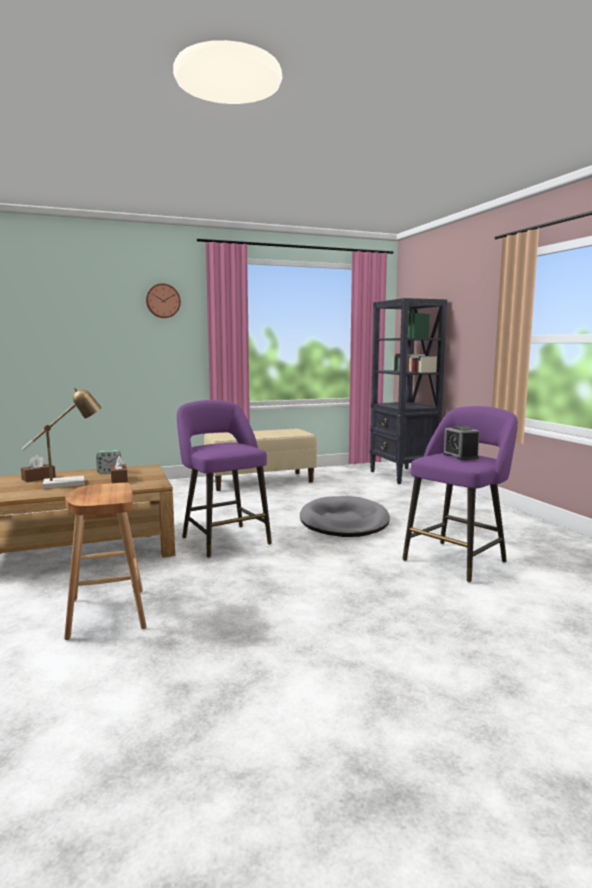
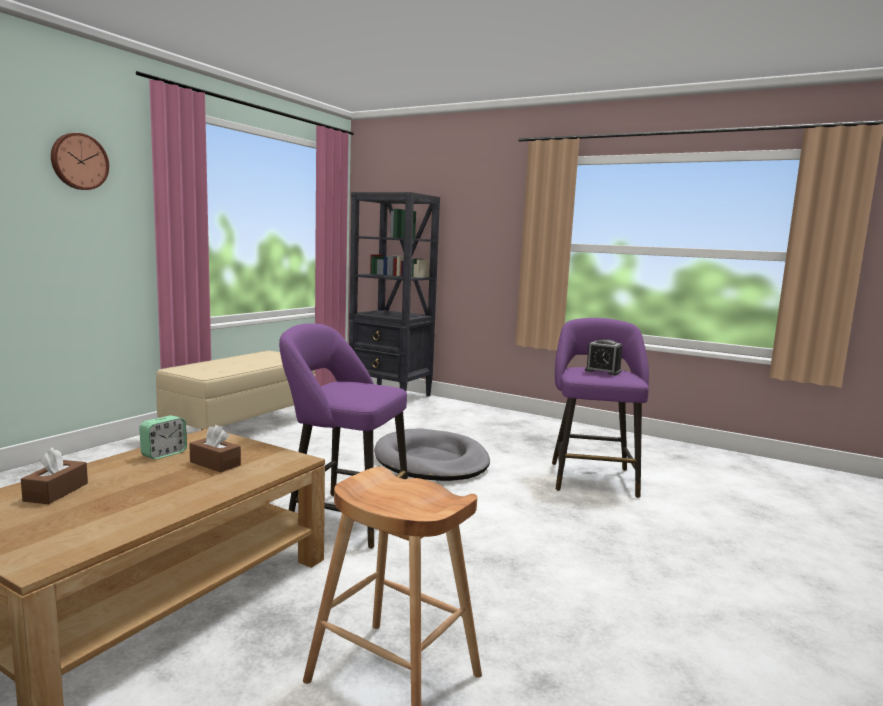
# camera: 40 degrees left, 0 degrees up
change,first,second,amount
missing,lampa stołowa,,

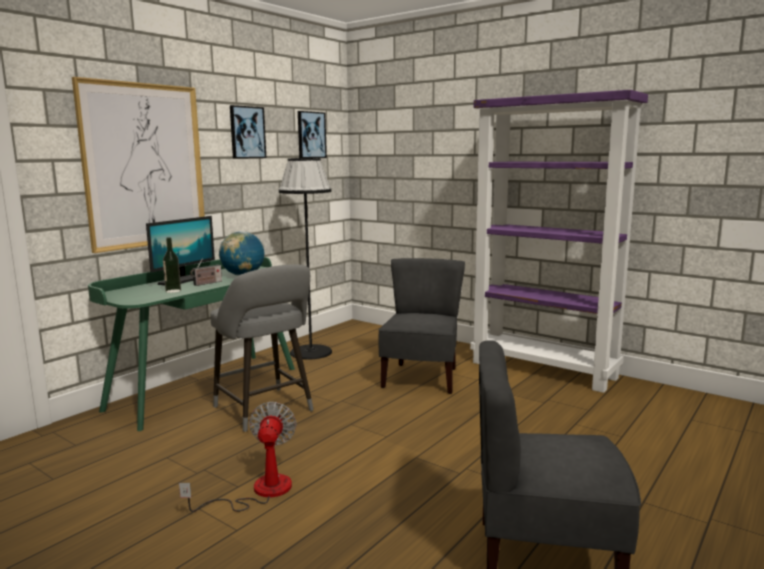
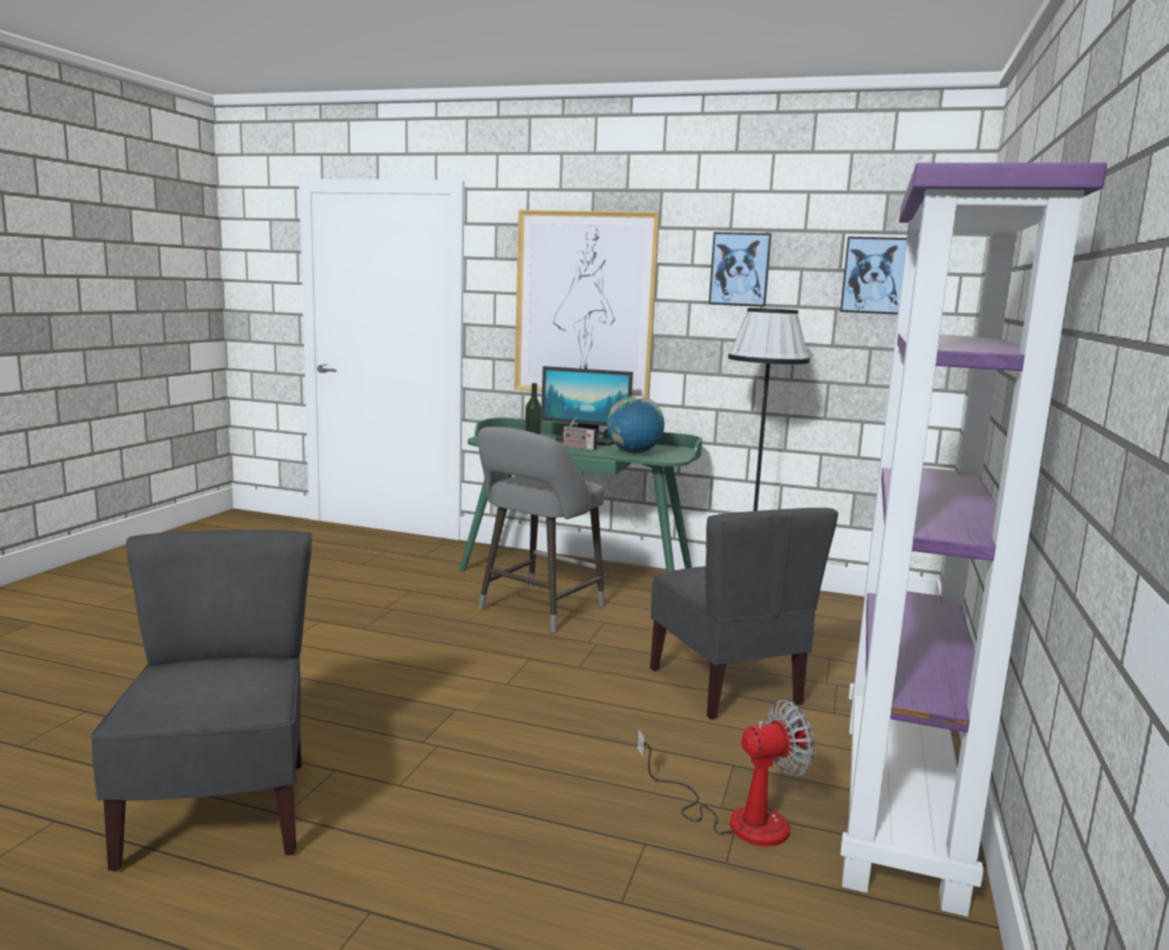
# camera: 70 degrees right, 0 degrees up
change,first,second,amount
relocated,wentylator,,
spun,krzesło [szary] (no. 1 from left in the first image),krzesło [szary] (no. 2 from left),75 degrees clockwise

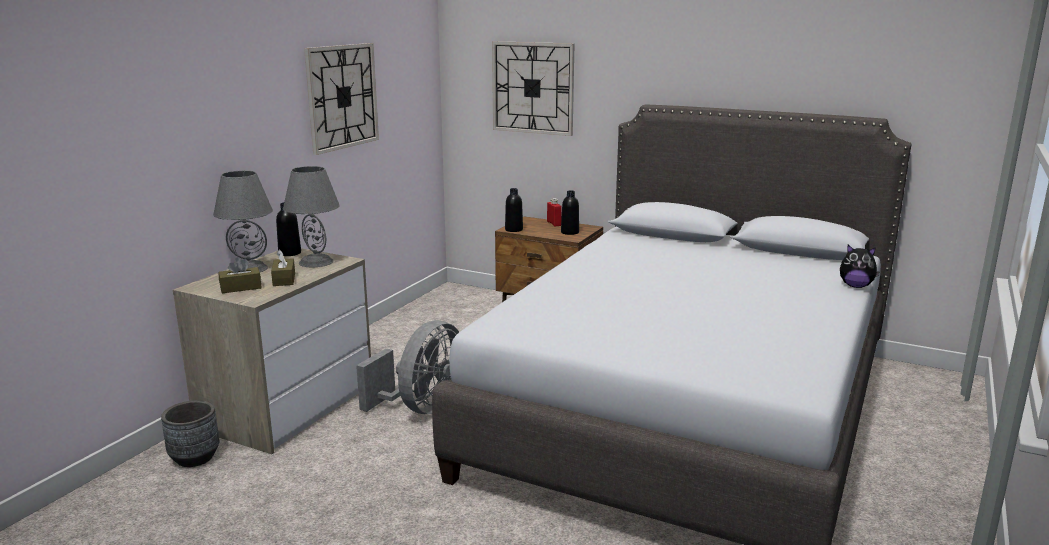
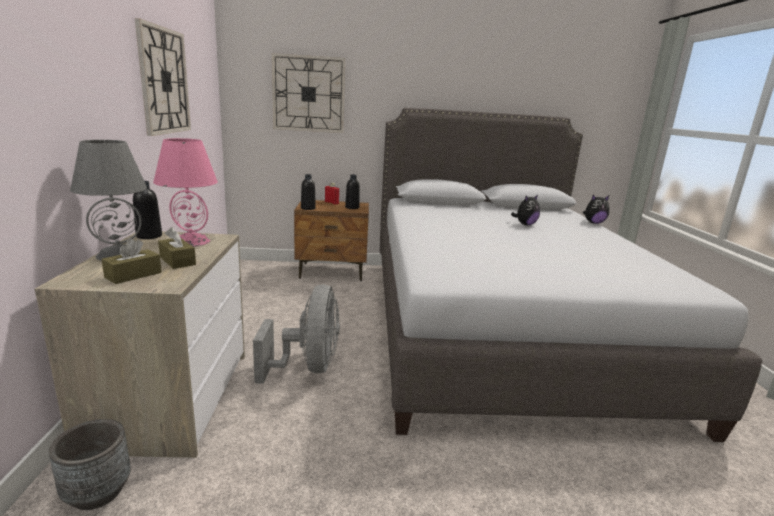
# camera: 30 degrees left, 0 degrees up
change,first,second,amount
colour,lampa stołowa [szary] (no. 2 from left),lampa stołowa [różowy],
appeared,,pluszak (no. 1 from left),

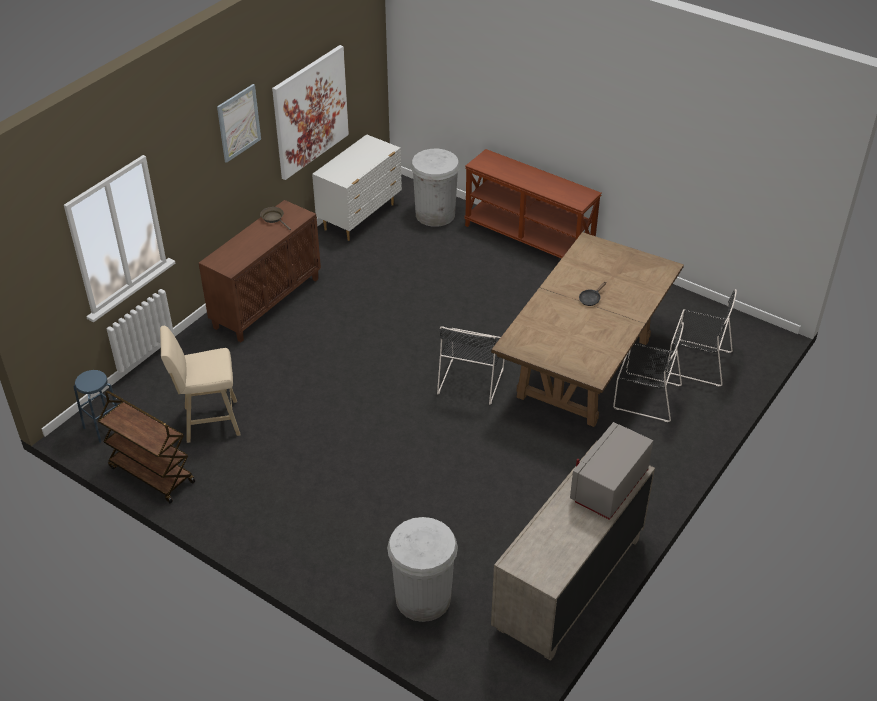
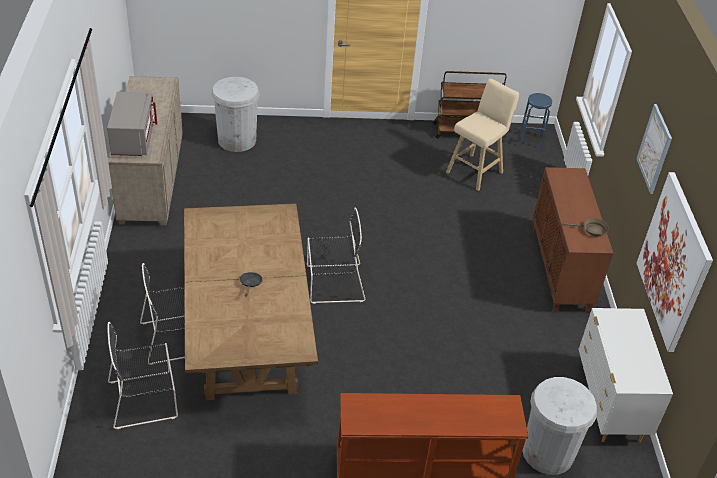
# camera: 140 degrees right, 0 degrees up
change,first,second,amount
spun,krzesło [czarny] (no. 1 from left in the first image),krzesło [czarny] (no. 3 from left),105 degrees clockwise

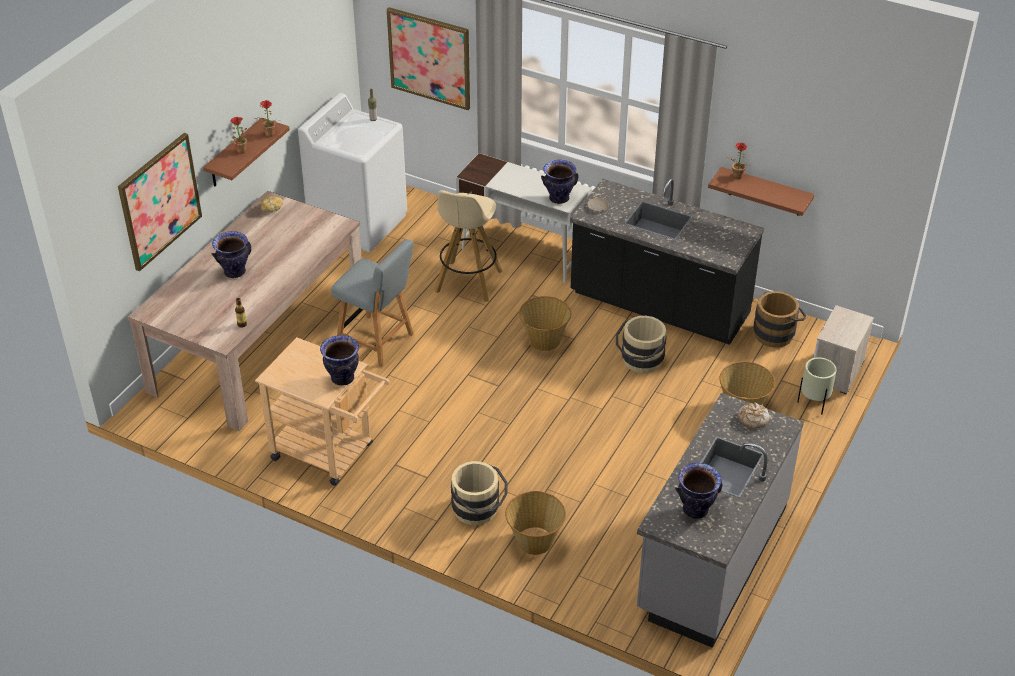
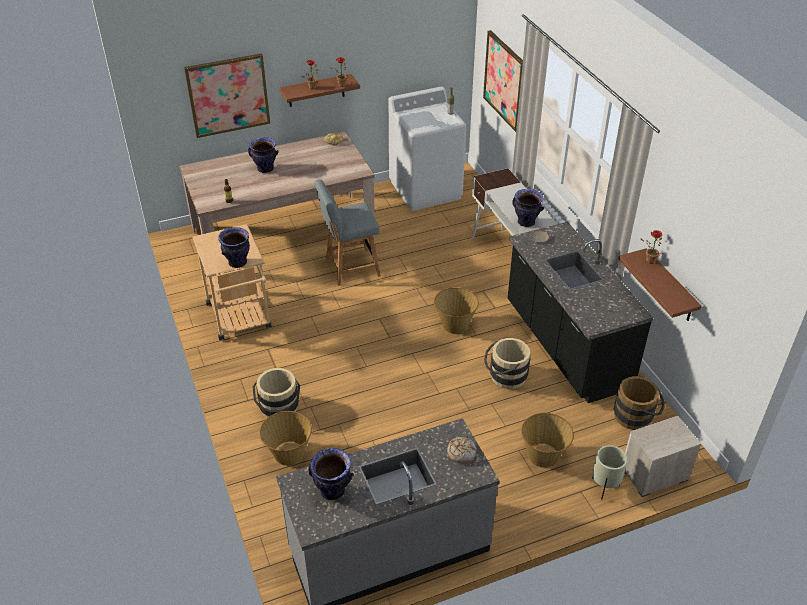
# camera: 40 degrees right, 0 degrees up
change,first,second,amount
spun,krzesło [szary],,90 degrees clockwise
missing,stołek [beżowy],,

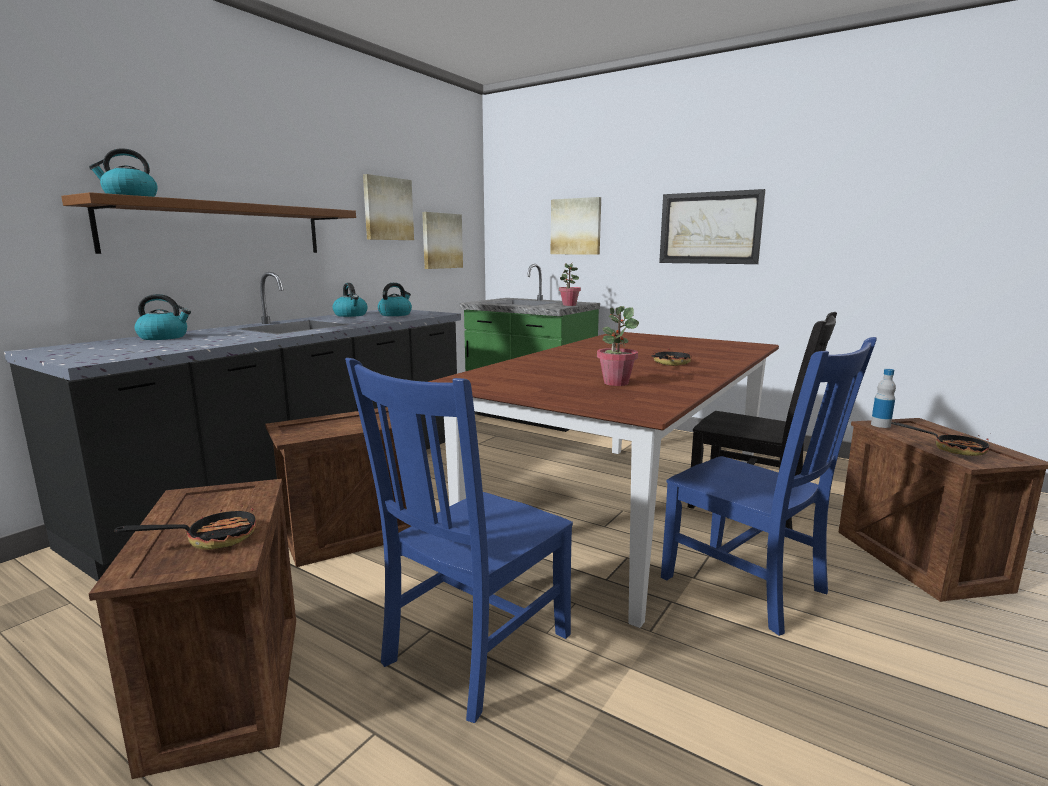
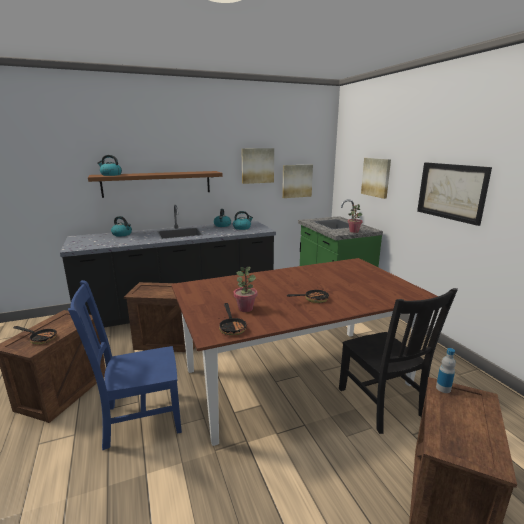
# camera: 35 degrees right, 5 degrees up
change,first,second,amount
missing,krzesło [niebieski] (no. 2 from left),,
relocated,patelnia (no. 3 from left in the first image),patelnia (no. 2 from left),

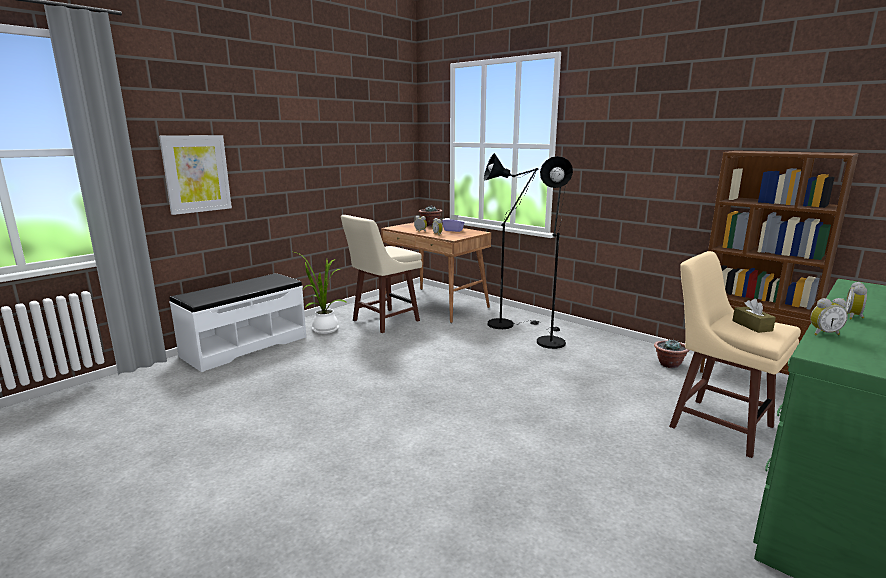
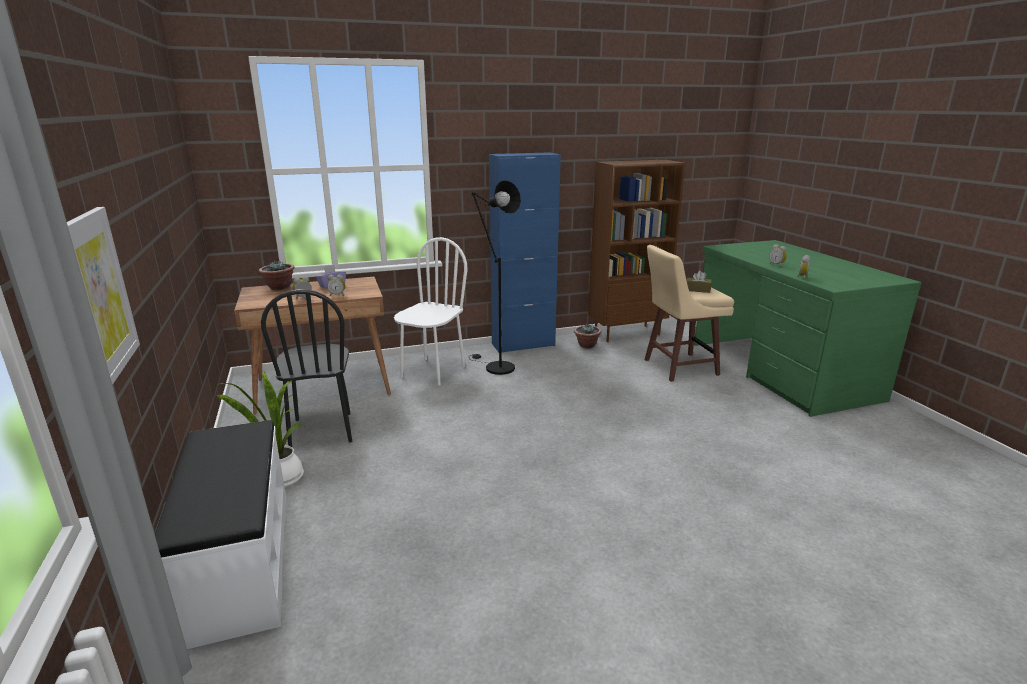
# camera: 60 degrees left, 5 degrees up
change,first,second,amount
exchanged,stołek [beżowy] (no. 1 from left),krzesło [czarny],
exchanged,lampa stojąca [czarny] (no. 1 from left),krzesło [biały],
appeared,,szafka [niebieski],

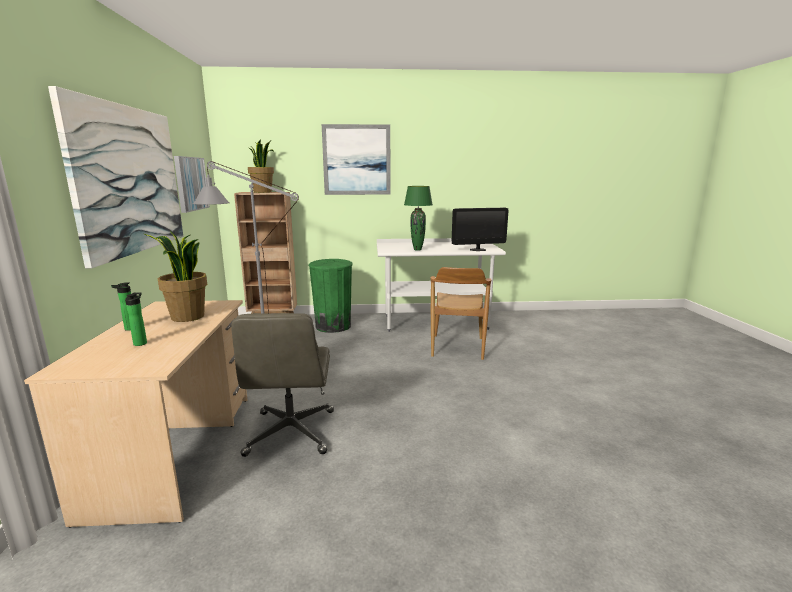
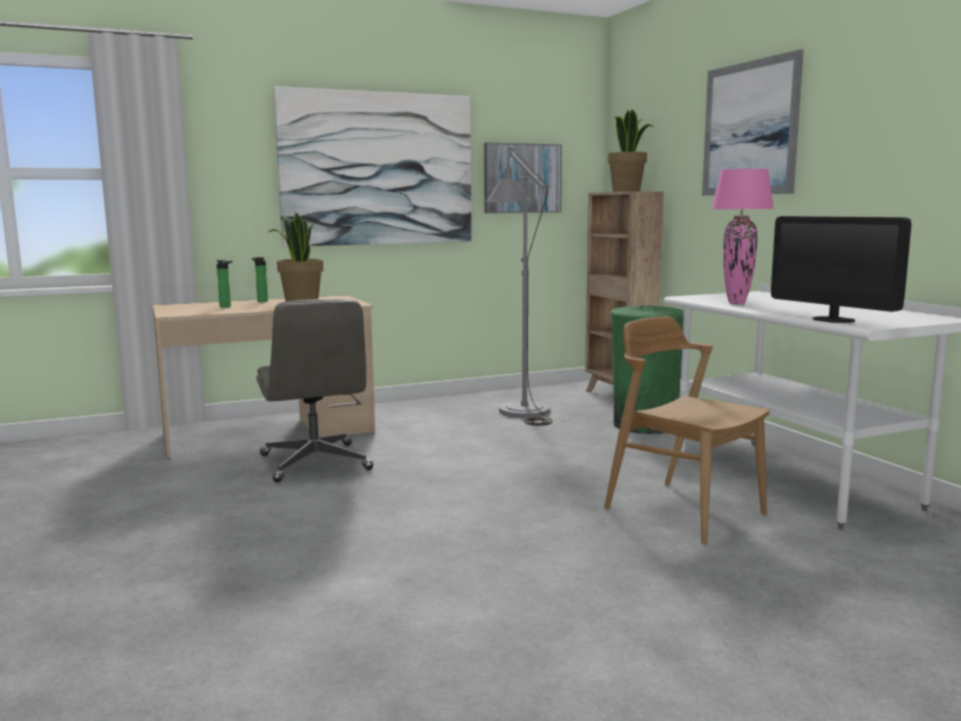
# camera: 70 degrees right, 5 degrees down
change,first,second,amount
spun,krzesło biurowe [szary],,90 degrees counterclockwise
colour,lampa stołowa [zielony],lampa stołowa [różowy],
spun,krzesło [brązowy],,60 degrees clockwise

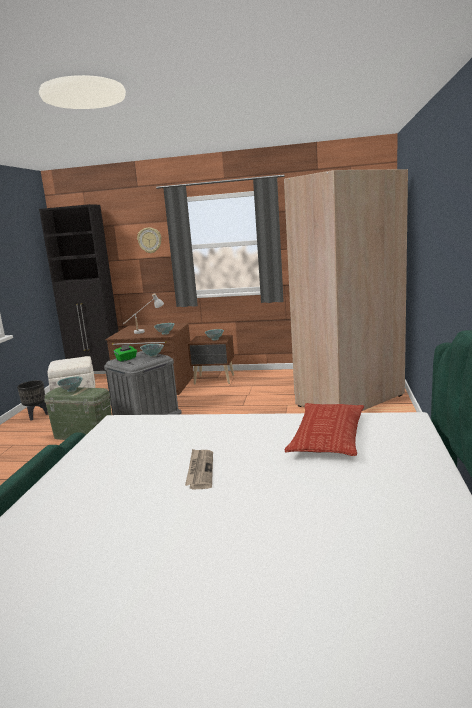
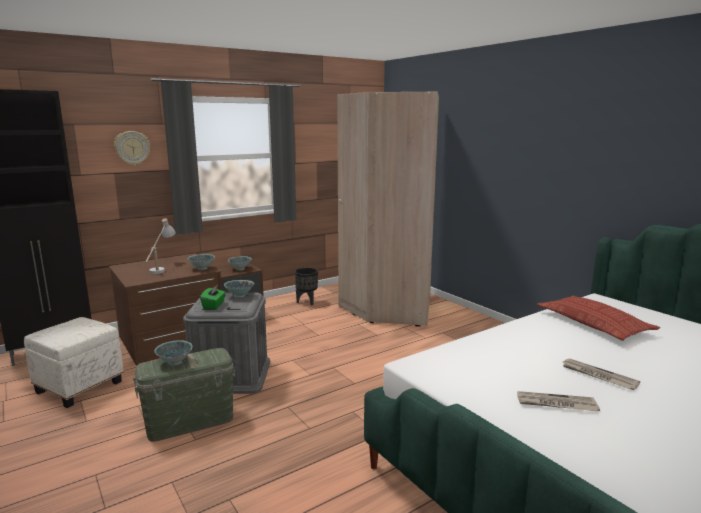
# camera: 45 degrees left, 0 degrees up
change,first,second,amount
relocated,donica [czarny],,
appeared,,gazeta (no. 1 from left),

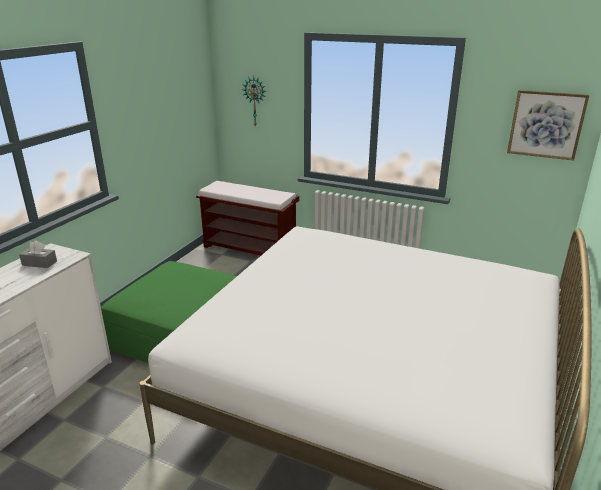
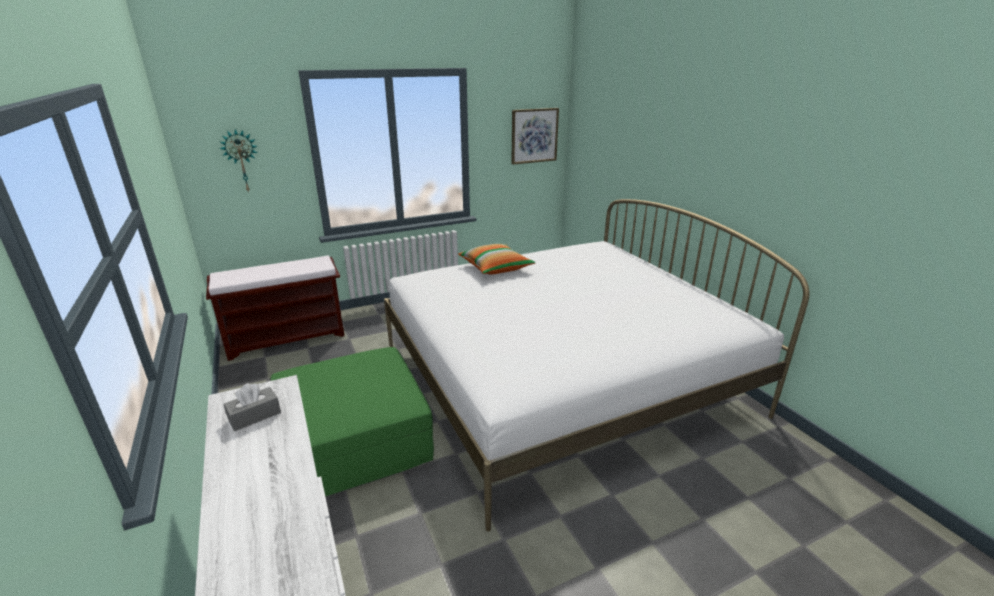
# camera: 50 degrees left, 0 degrees up
change,first,second,amount
appeared,,poduszka,

